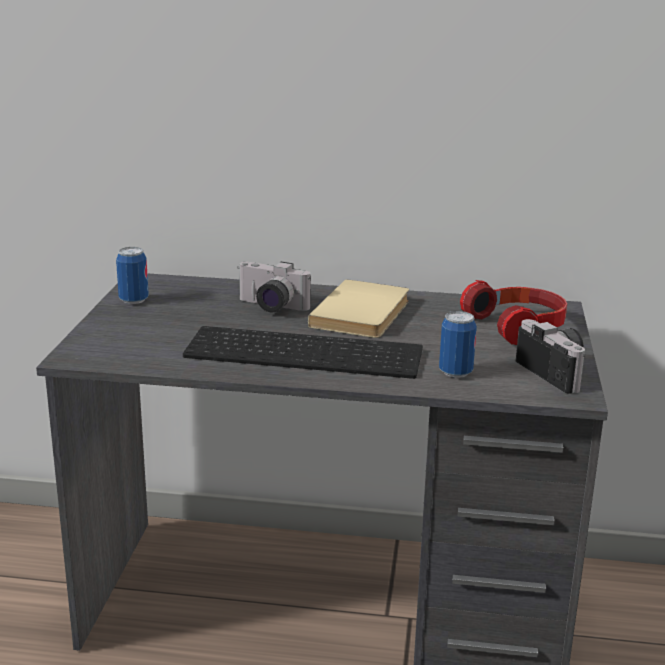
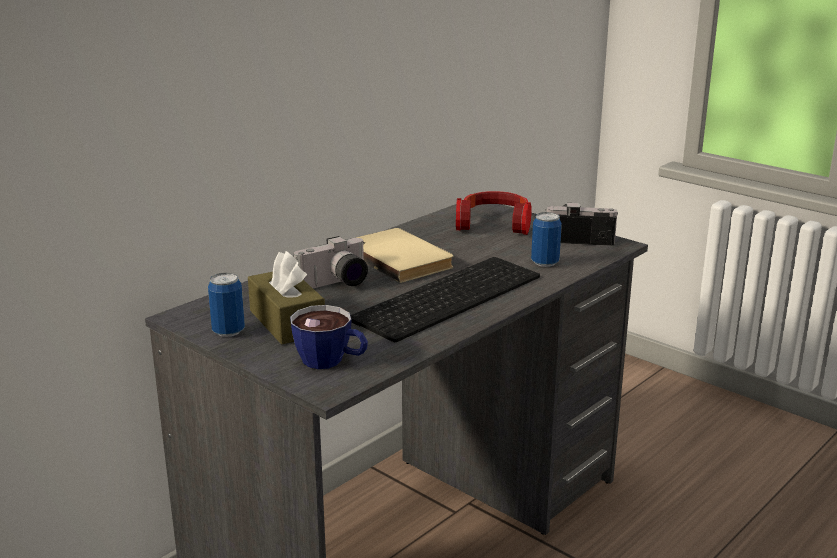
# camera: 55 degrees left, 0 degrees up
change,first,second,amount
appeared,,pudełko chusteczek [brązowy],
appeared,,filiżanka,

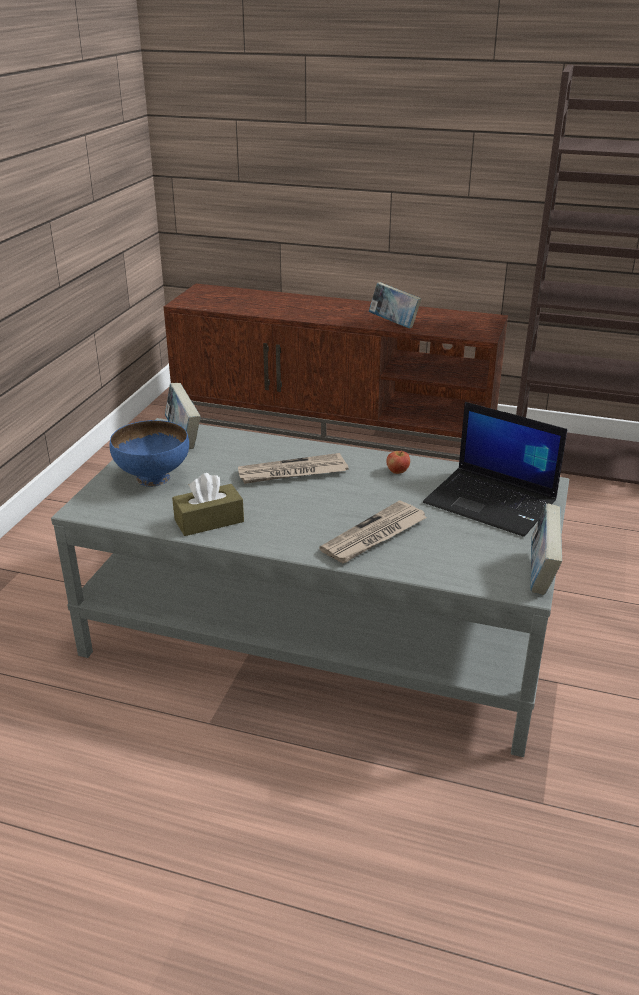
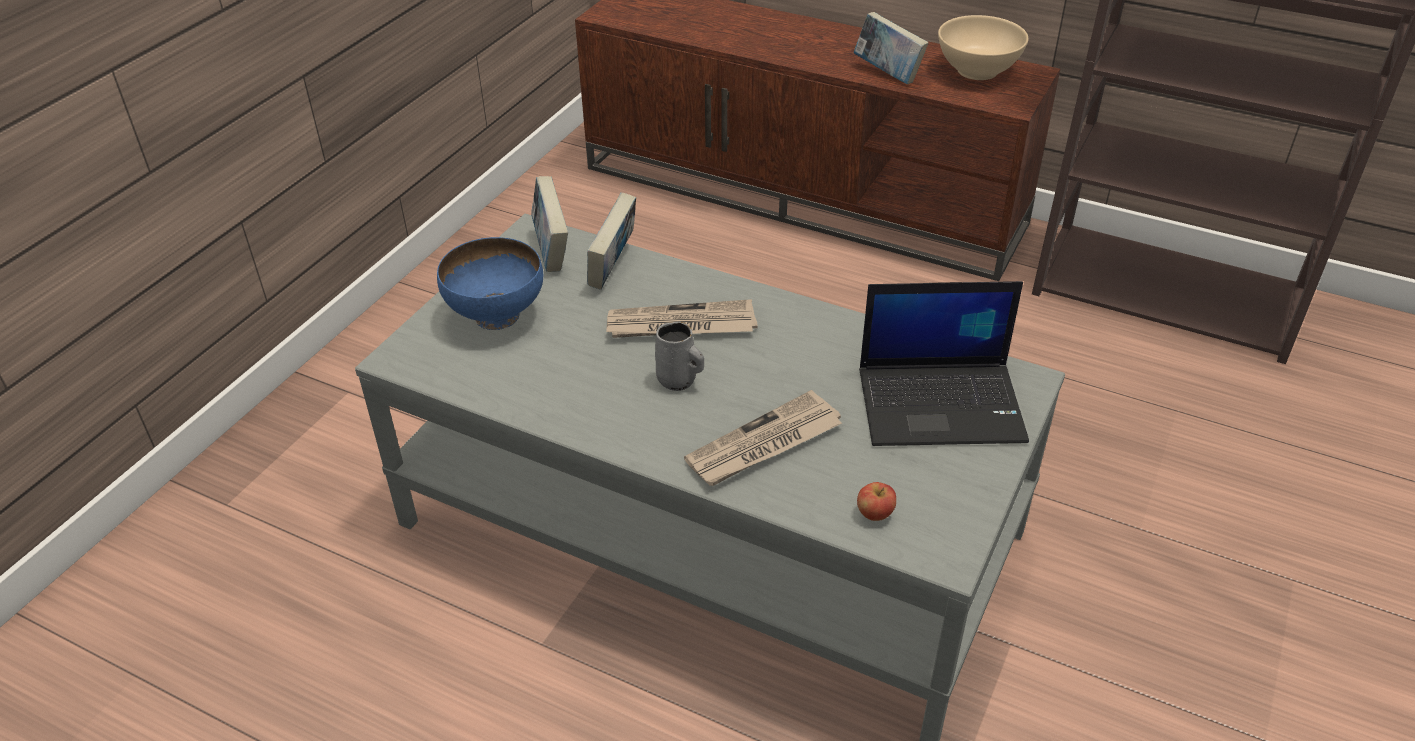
# camera: 10 degrees right, 10 degrees up
change,first,second,amount
missing,pudełko chusteczek [brązowy],,
relocated,jabłko,,
spun,laptop,,45 degrees counterclockwise
relocated,książka (no. 3 from left in the first image),książka (no. 2 from left),
appeared,,kubek [szary],
appeared,,miska [beżowy],

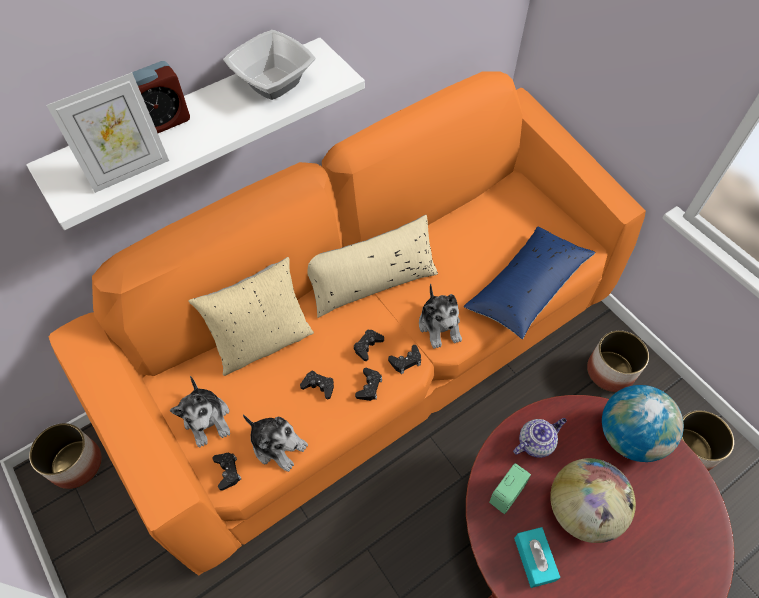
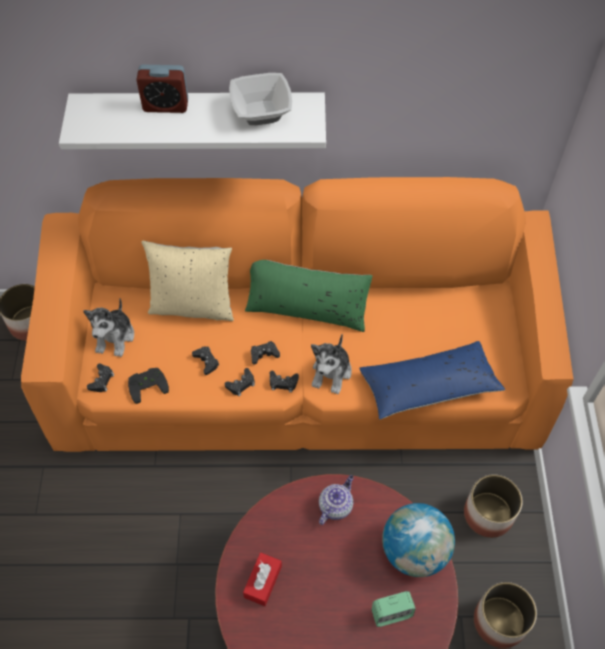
# camera: 35 degrees right, 0 degrees up
change,first,second,amount
missing,ramka na zdjęcie,,
exchanged,pluszak (no. 2 from left),pad do gier [czarny] (no. 2 from left),
colour,poduszka [beżowy] (no. 2 from left),poduszka [zielony],
relocated,budzik (no. 2 from left),,
spun,imbryk,,60 degrees counterclockwise
colour,pudełko chusteczek [turkusowy],pudełko chusteczek [czerwony],
missing,globus (no. 1 from left),,

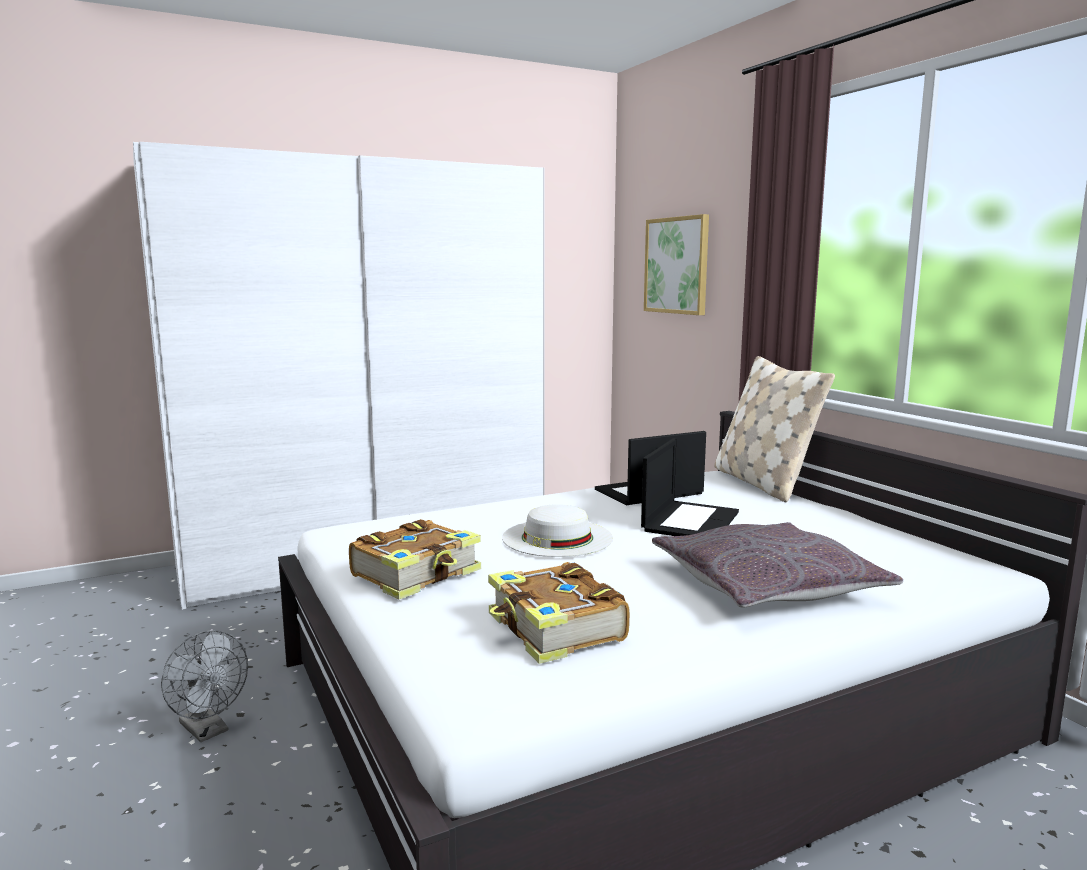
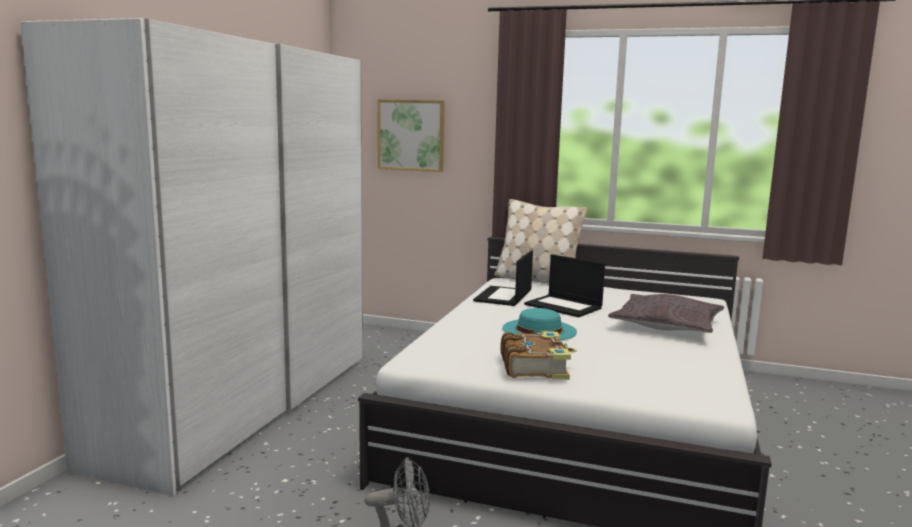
# camera: 45 degrees left, 0 degrees up
change,first,second,amount
missing,książka (no. 2 from left),,
colour,kapelusz [biały],kapelusz [turkusowy],
spun,laptop (no. 2 from left),,150 degrees clockwise

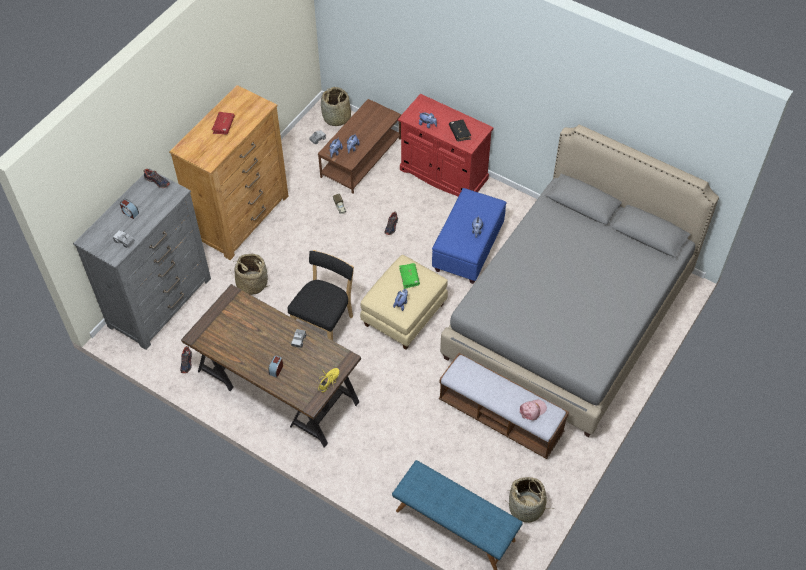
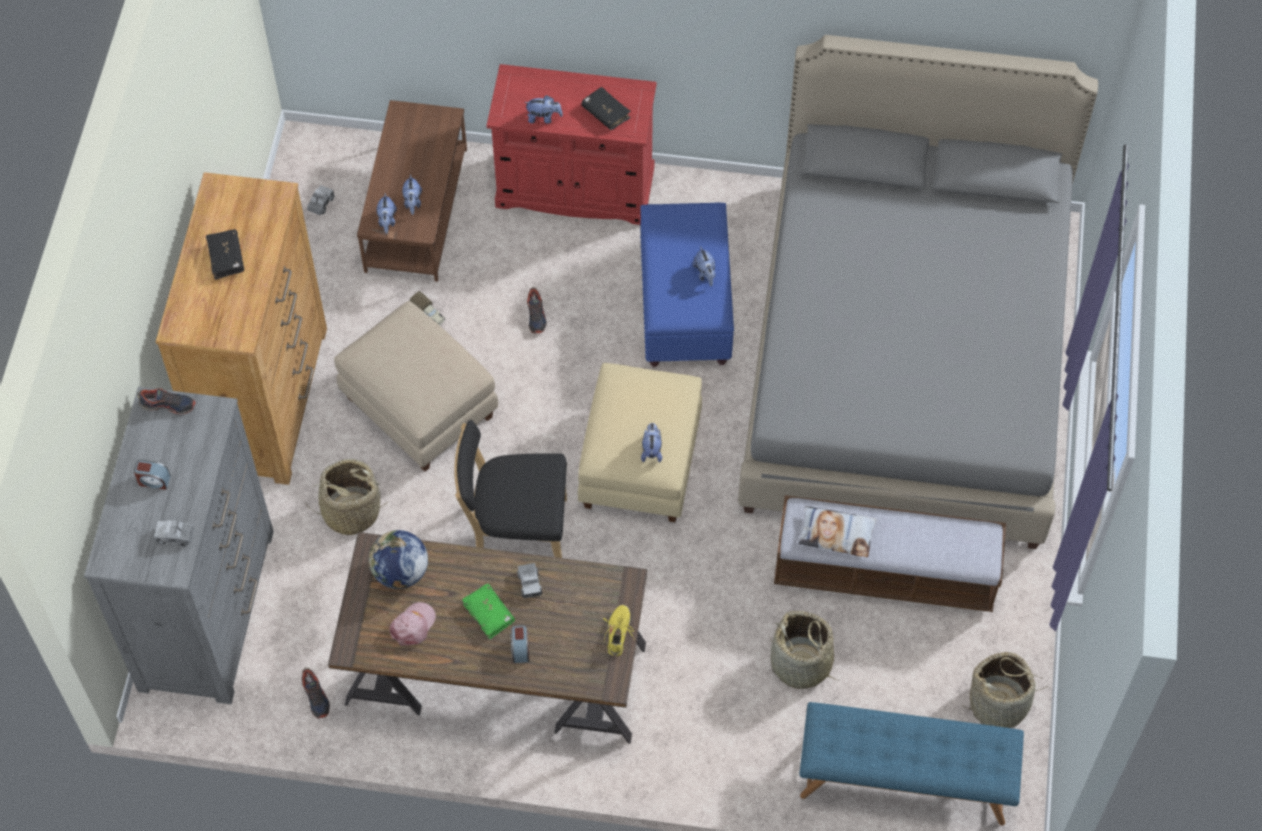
# camera: 25 degrees left, 5 degrees up
change,first,second,amount
colour,książka [czerwony],książka [czarny] (no. 1 from left),
spun,krzesło [czarny],,90 degrees counterclockwise
relocated,koszyk (no. 2 from left),,
relocated,książka [zielony],,
relocated,czapka z daszkiem [różowy],,
appeared,,pufa [beżowy] (no. 1 from left),
appeared,,globus,
appeared,,poduszka,

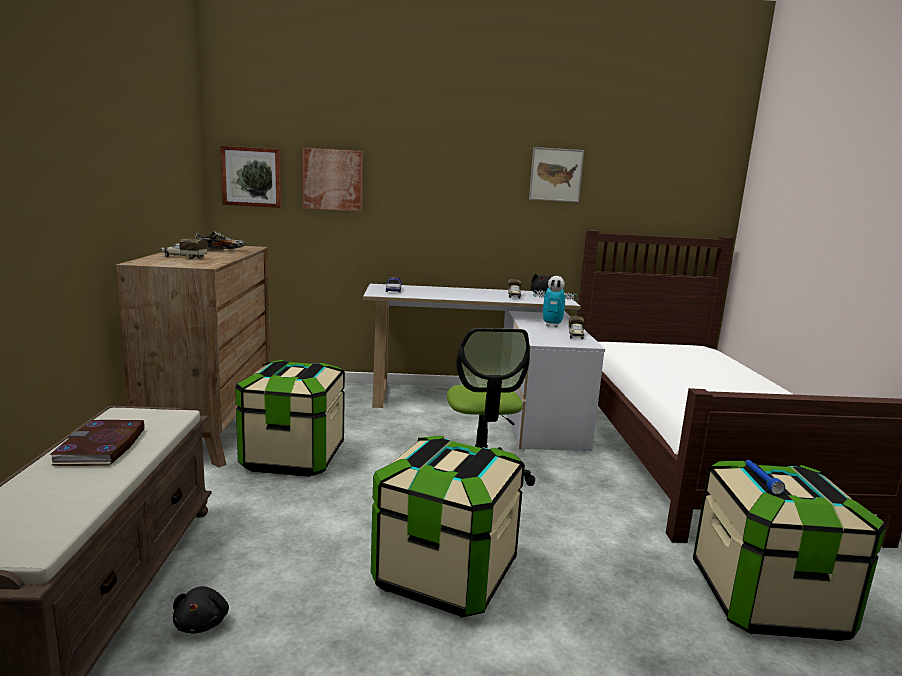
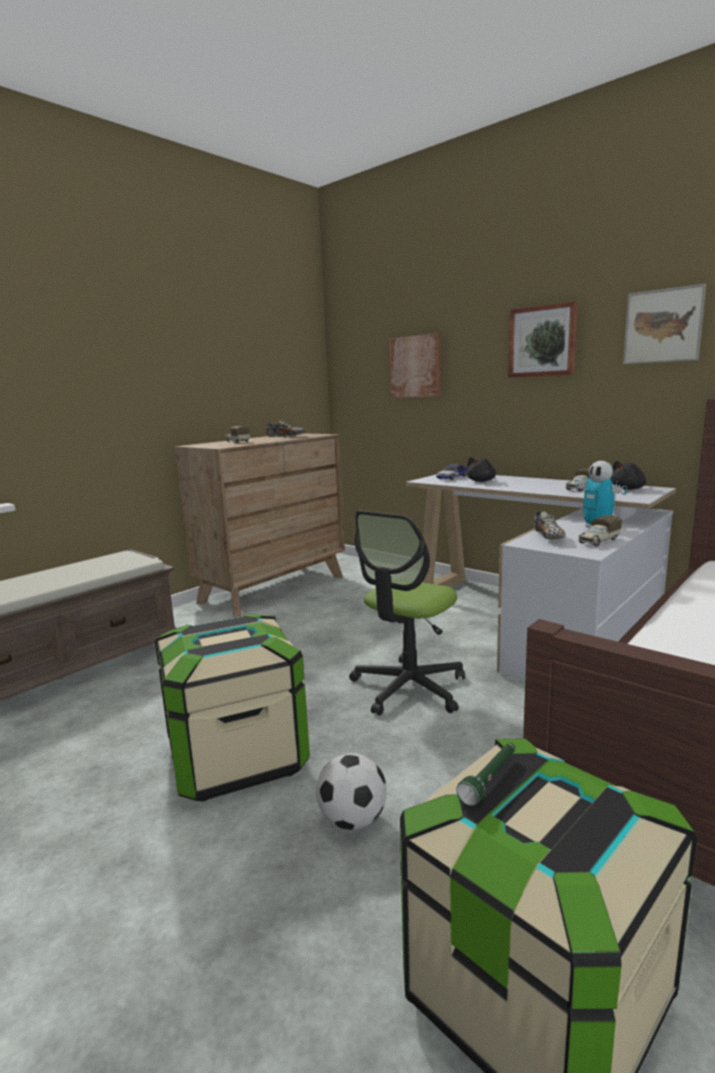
# camera: 45 degrees right, 0 degrees up
change,first,second,amount
missing,książka,,
relocated,pluszak [czarny] (no. 1 from left),,
relocated,obraz (no. 1 from left in the first image),obraz (no. 2 from left),
missing,pojemnik do przechowywania (no. 1 from left),,
colour,latarka [niebieski],latarka [zielony],
appeared,,piłka futbolowa,
appeared,,but (no. 2 from left),

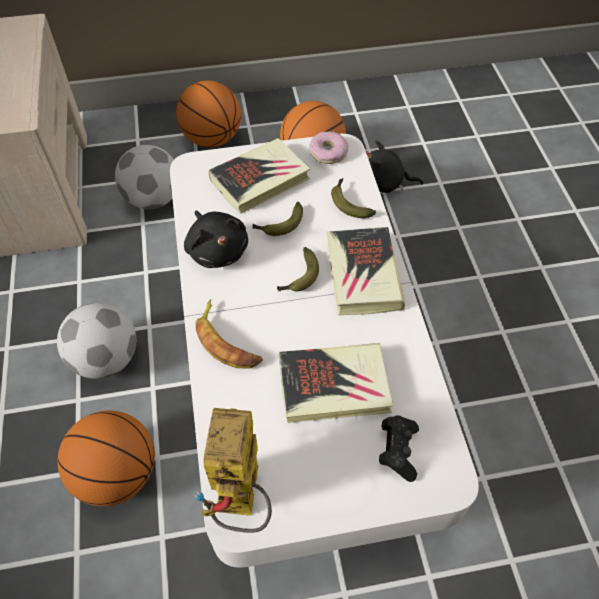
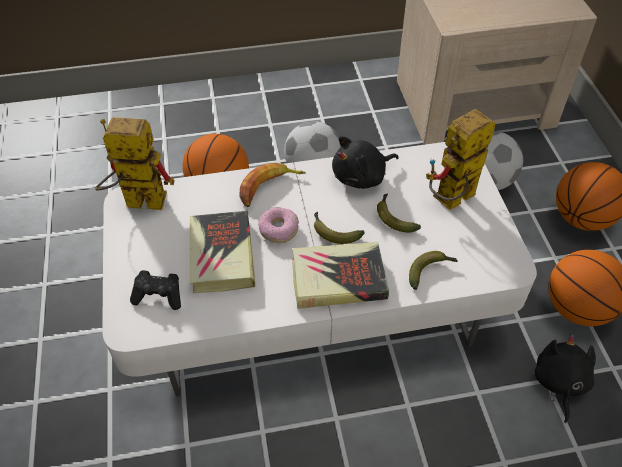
# camera: 90 degrees right, 5 degrees down
change,first,second,amount
exchanged,książka (no. 1 from left),robot zabawkowy (no. 2 from left),
relocated,donut,,

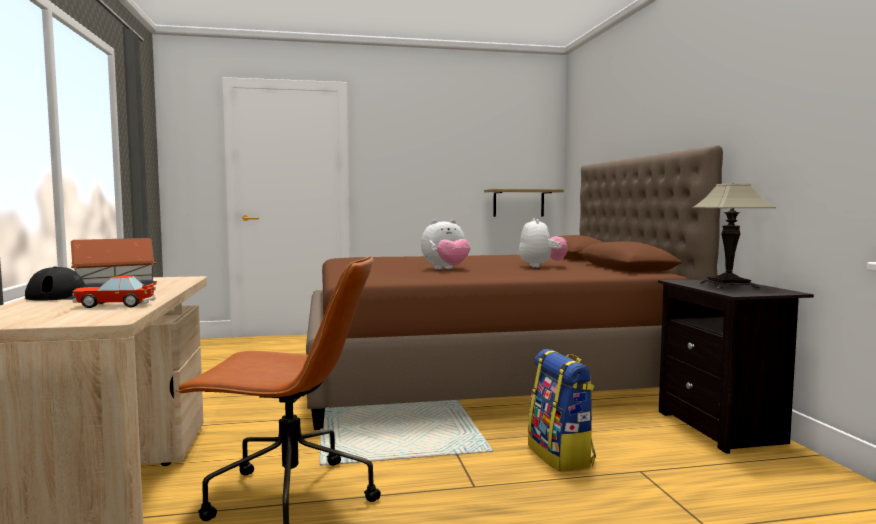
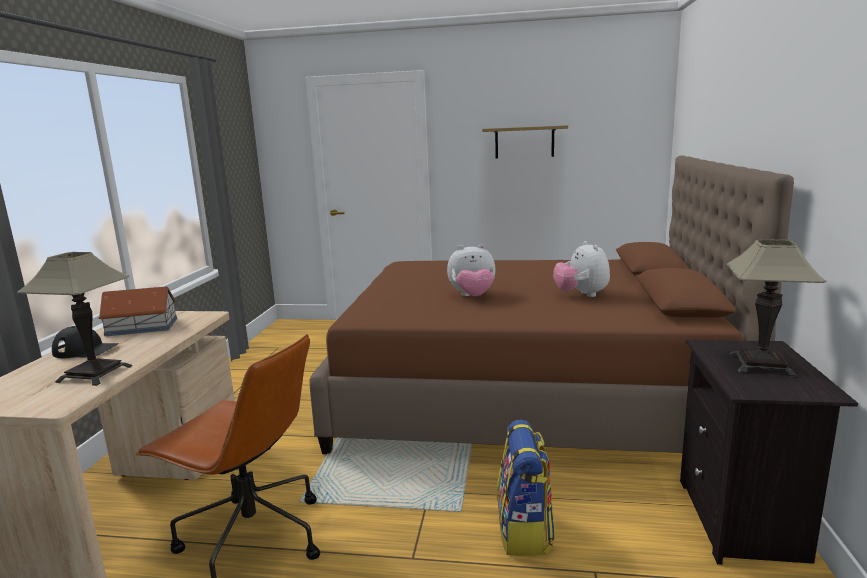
# camera: 20 degrees right, 10 degrees up
change,first,second,amount
exchanged,samochodzik,lampa stołowa (no. 1 from left),
relocated,półka,,
spun,pluszak (no. 2 from left),,150 degrees clockwise

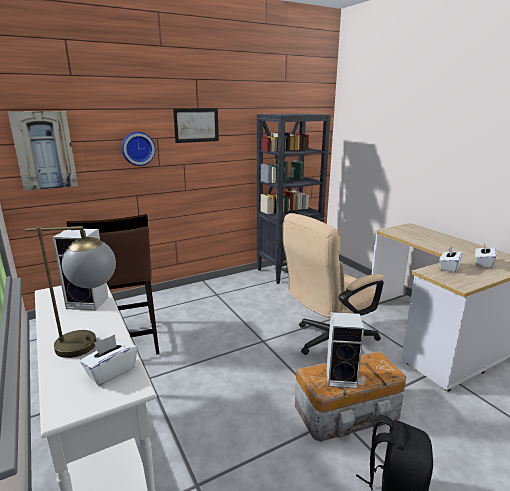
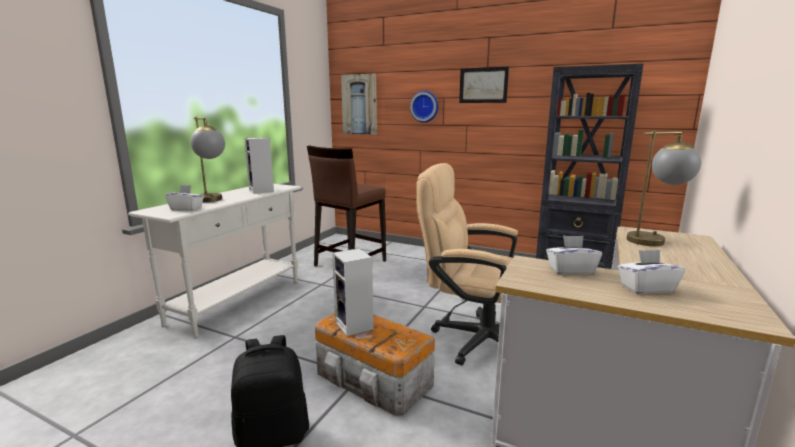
# camera: 55 degrees right, 5 degrees down
change,first,second,amount
appeared,,lampa stołowa (no. 2 from left),

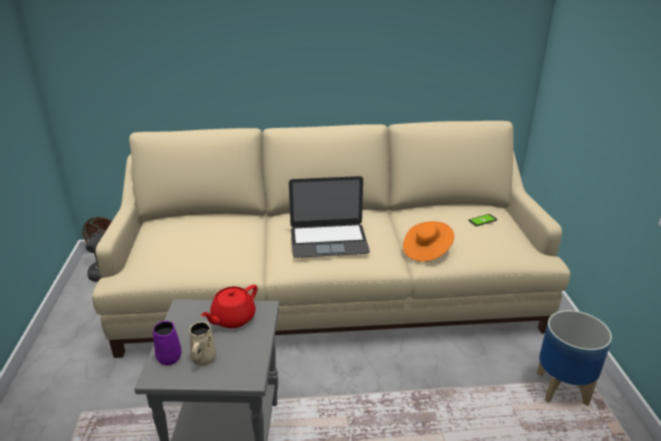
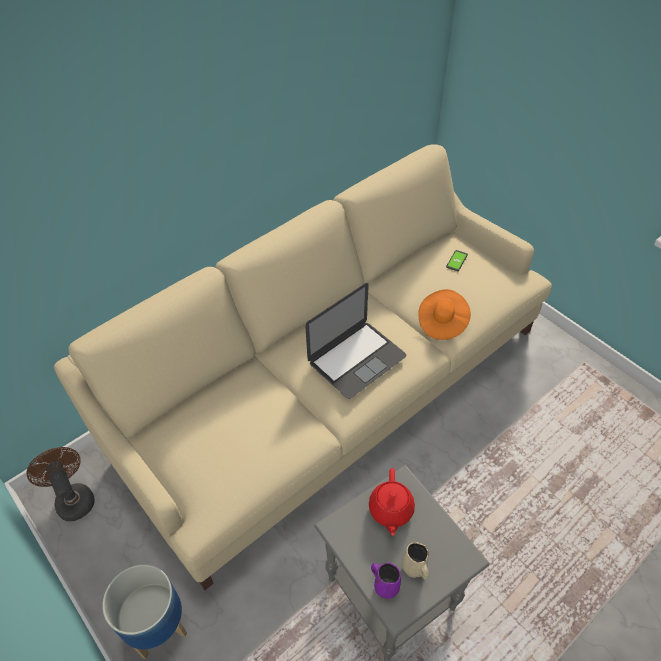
# camera: 35 degrees left, 20 degrees up
change,first,second,amount
relocated,donica,,

